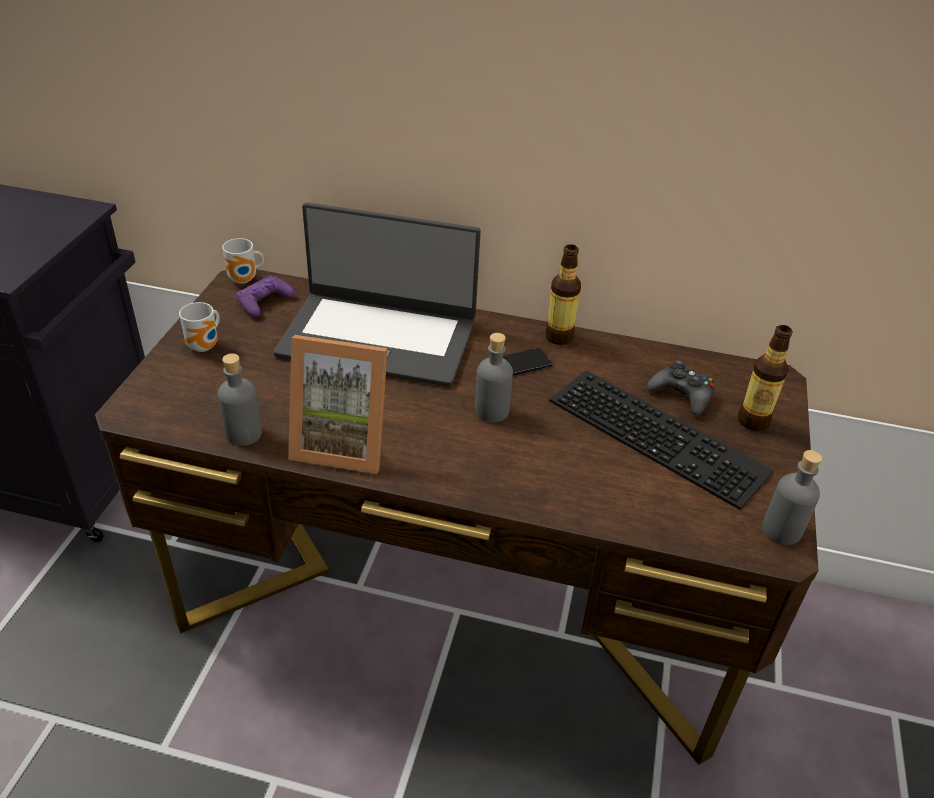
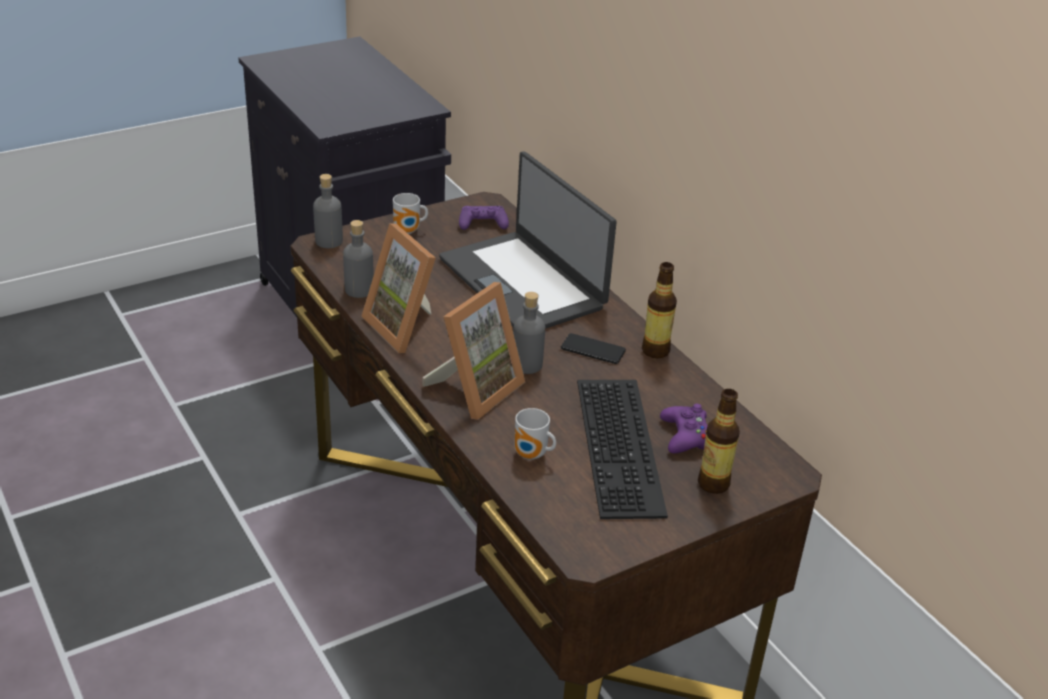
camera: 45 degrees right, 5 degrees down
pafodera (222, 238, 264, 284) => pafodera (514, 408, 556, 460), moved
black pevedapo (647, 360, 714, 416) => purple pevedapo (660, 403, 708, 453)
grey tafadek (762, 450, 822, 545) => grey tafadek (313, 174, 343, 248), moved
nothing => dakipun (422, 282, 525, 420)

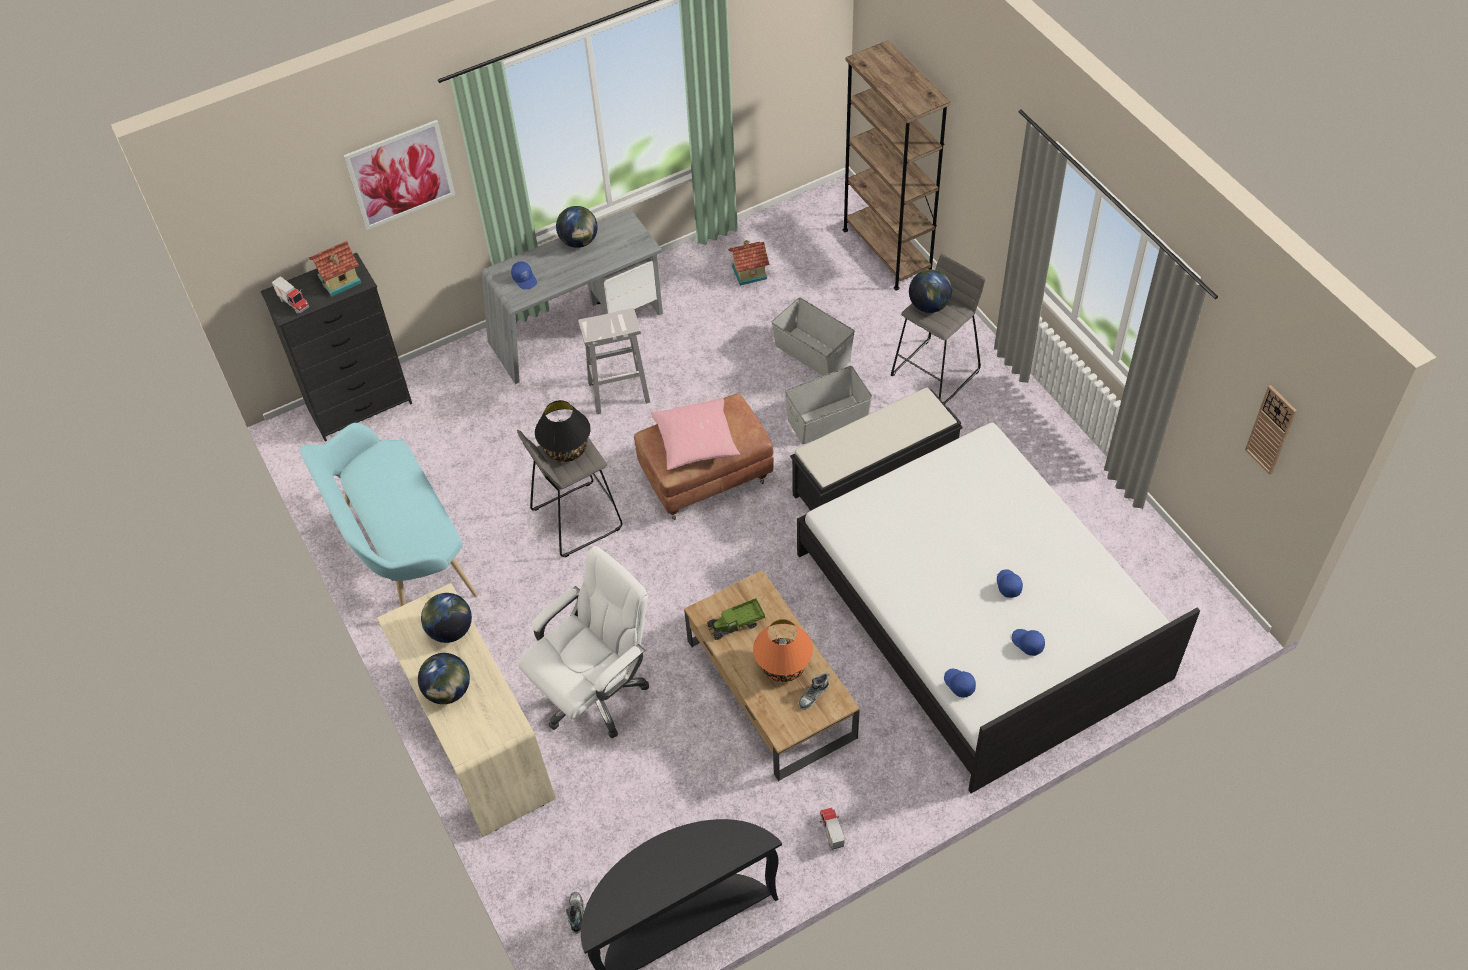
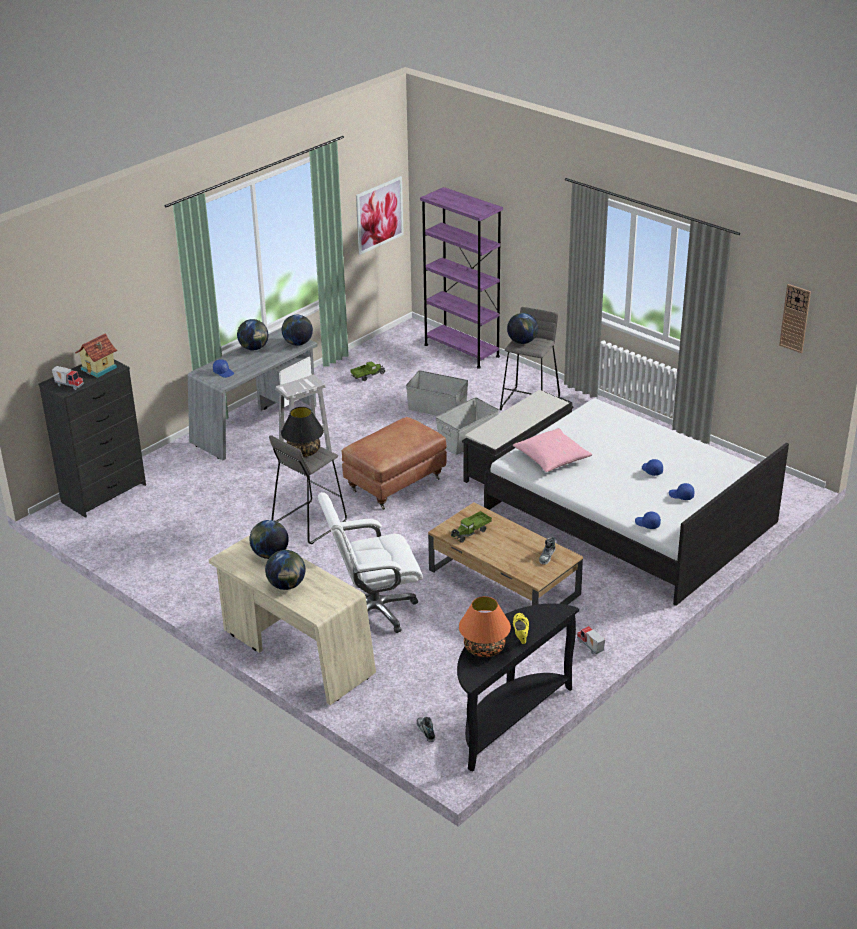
camera: 20 degrees left, 20 degrees down
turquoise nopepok (300, 423, 477, 607) => nothing
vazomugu (344, 120, 455, 230) => vazomugu (356, 176, 404, 255), moved
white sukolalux (518, 546, 649, 738) => white sukolalux (318, 492, 423, 633), 135 degrees counterclockwise
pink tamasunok (651, 398, 740, 470) => pink tamasunok (513, 428, 593, 472), moved
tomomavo (728, 240, 770, 285) => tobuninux (350, 361, 385, 381)
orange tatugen (753, 619, 813, 682) => orange tatugen (459, 596, 511, 657), moved
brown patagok (843, 40, 951, 290) => purple patagok (420, 187, 503, 369)
nothing => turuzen (282, 315, 313, 346)
nothing => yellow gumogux (513, 613, 529, 644)

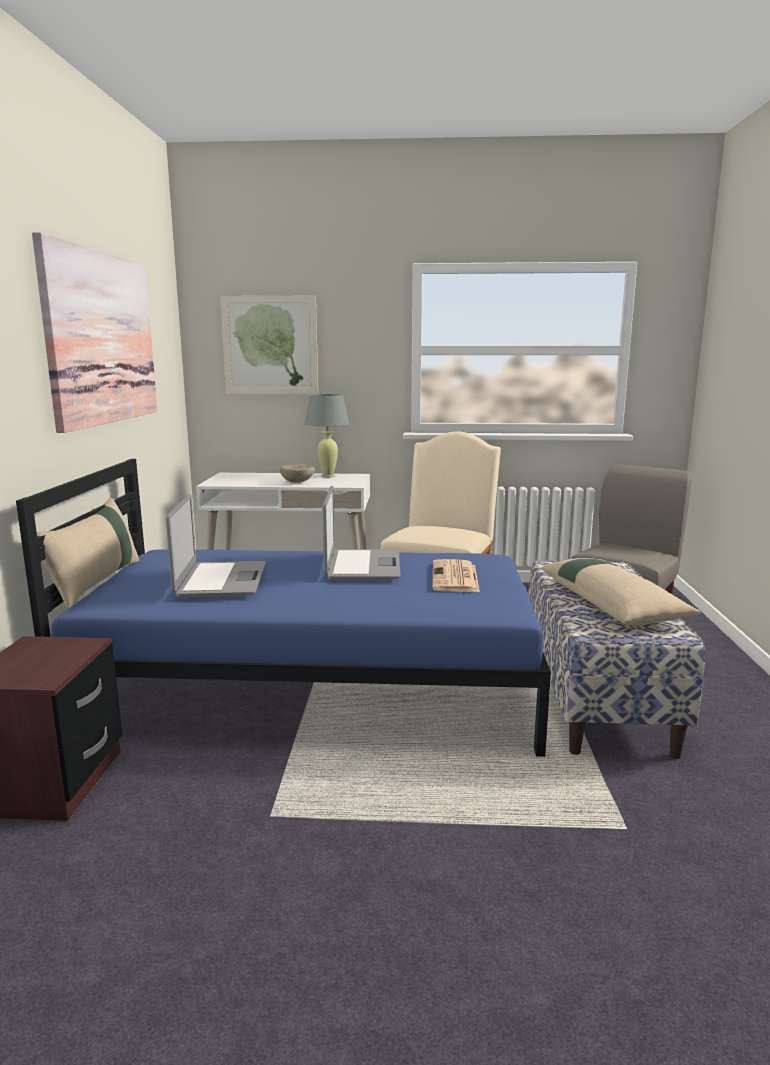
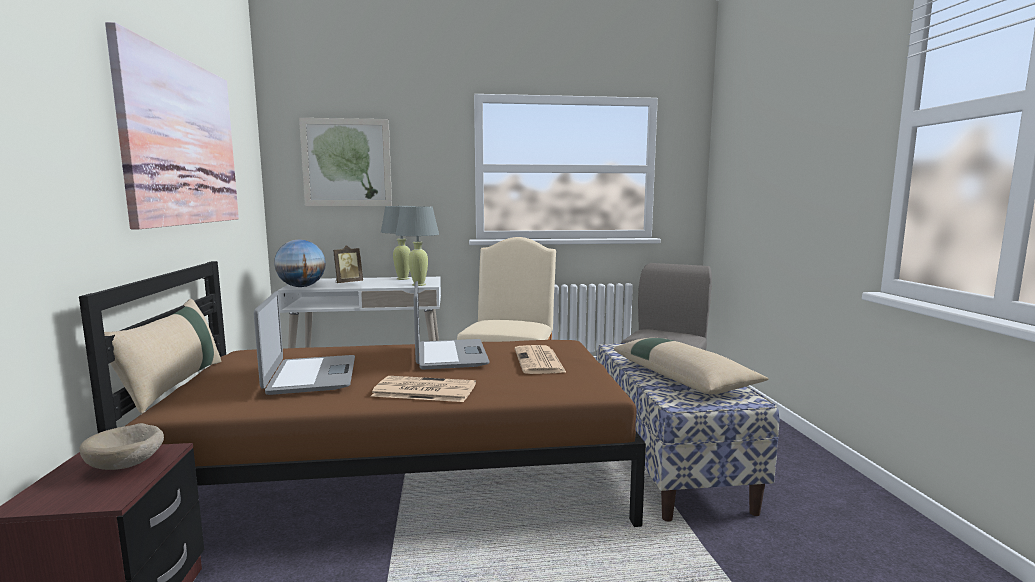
camera: 10 degrees left, 5 degrees down
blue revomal (16, 459, 551, 757) => brown revomal (79, 261, 646, 527)
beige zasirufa (279, 464, 315, 483) => beige zasirufa (79, 423, 164, 470), moved
nothing => turuzen (274, 239, 326, 287)
nothing => dakipun (333, 245, 363, 283)
nothing => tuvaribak (371, 376, 476, 402)
nothing => grey tatugen (395, 206, 439, 286)

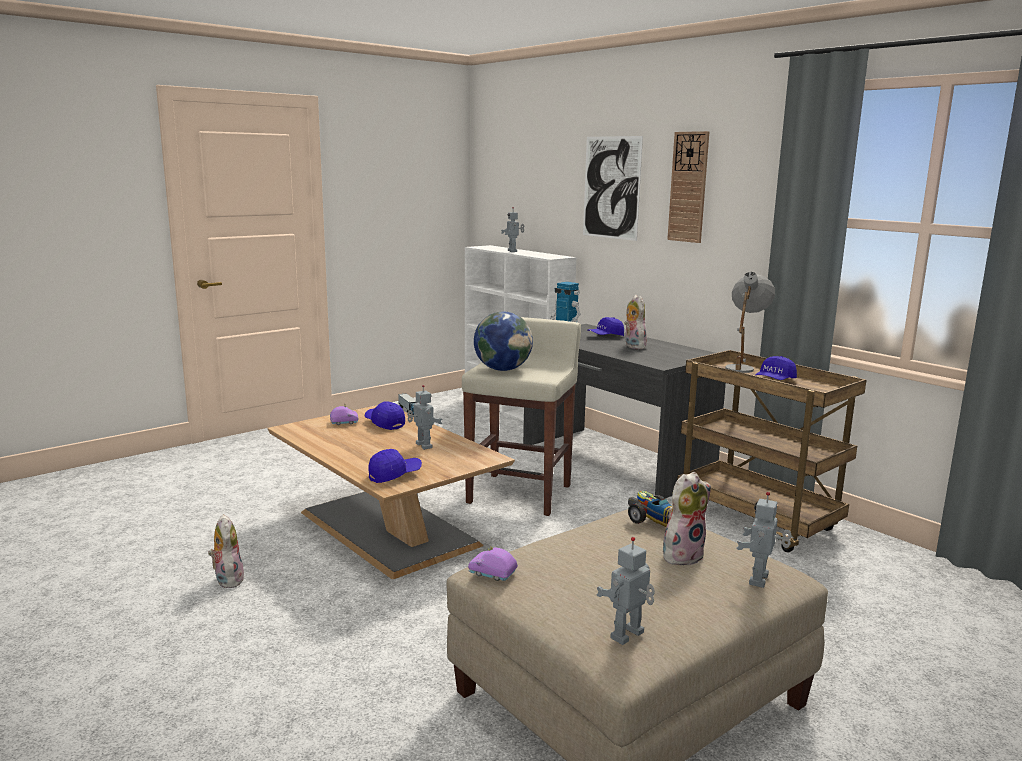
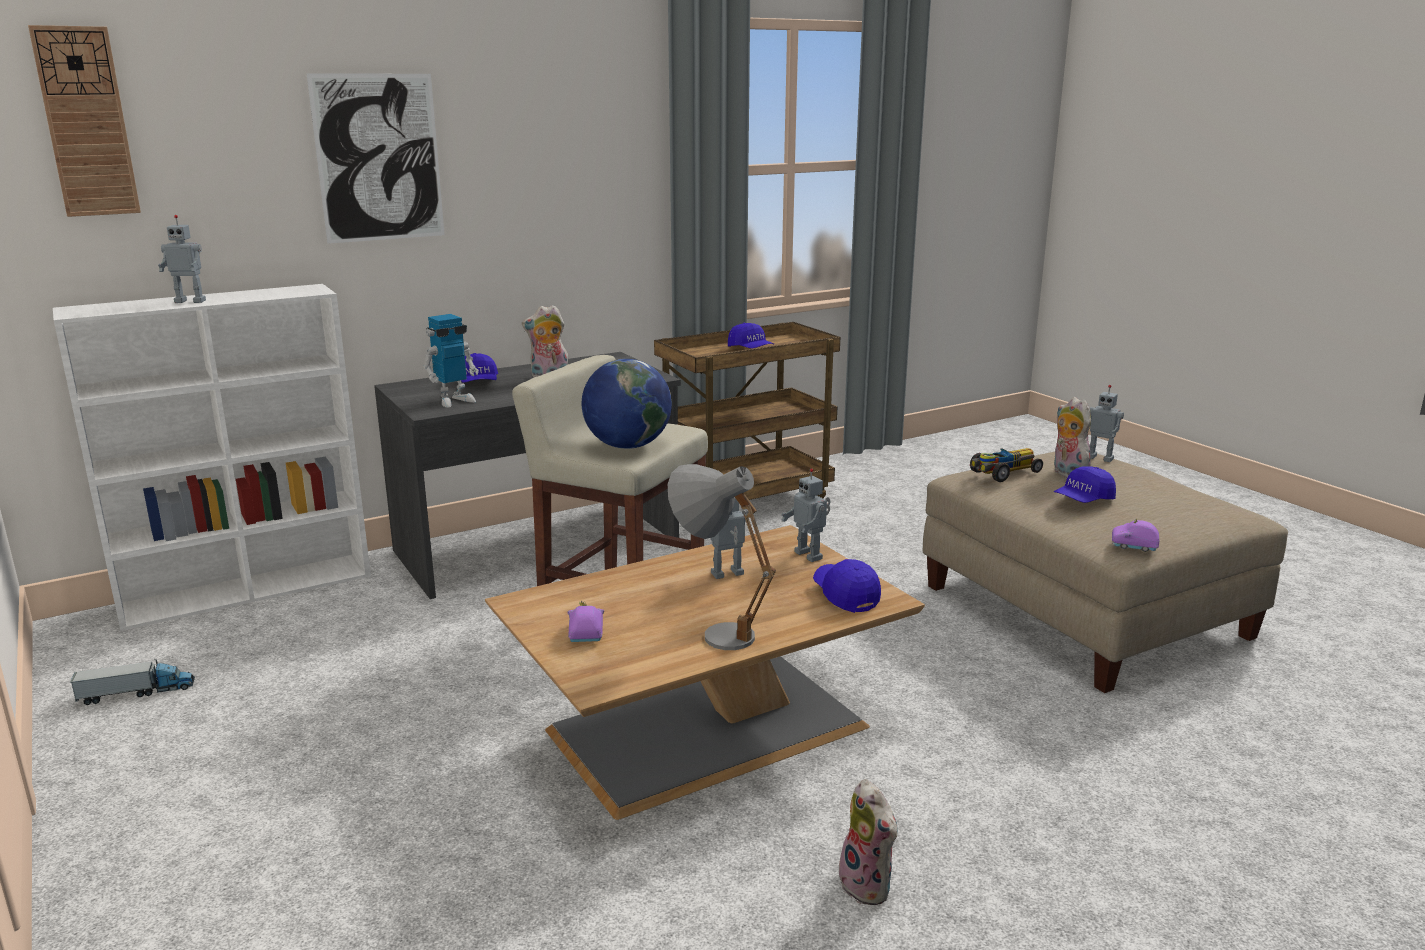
camera: 80 degrees left, 5 degrees up
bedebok (208, 514, 245, 588) => bedebok (834, 779, 898, 905), 105 degrees counterclockwise
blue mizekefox (365, 402, 405, 430) => blue mizekefox (1054, 466, 1116, 503), moved
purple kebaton (468, 547, 518, 581) => purple kebaton (1112, 518, 1159, 552), 75 degrees clockwise
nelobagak (596, 537, 655, 645) => nelobagak (781, 468, 831, 562), moved
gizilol (667, 131, 709, 243) => gizilol (28, 25, 141, 217), moved
grey tatugen (725, 272, 775, 373) => grey tatugen (668, 464, 776, 650), moved

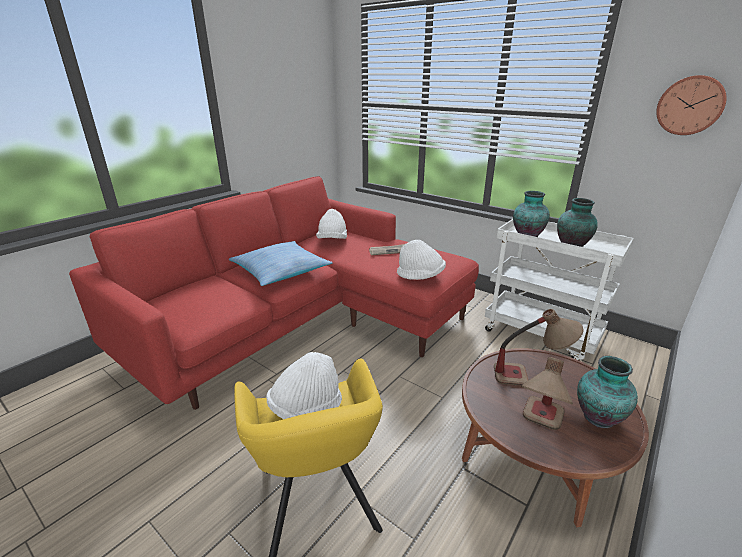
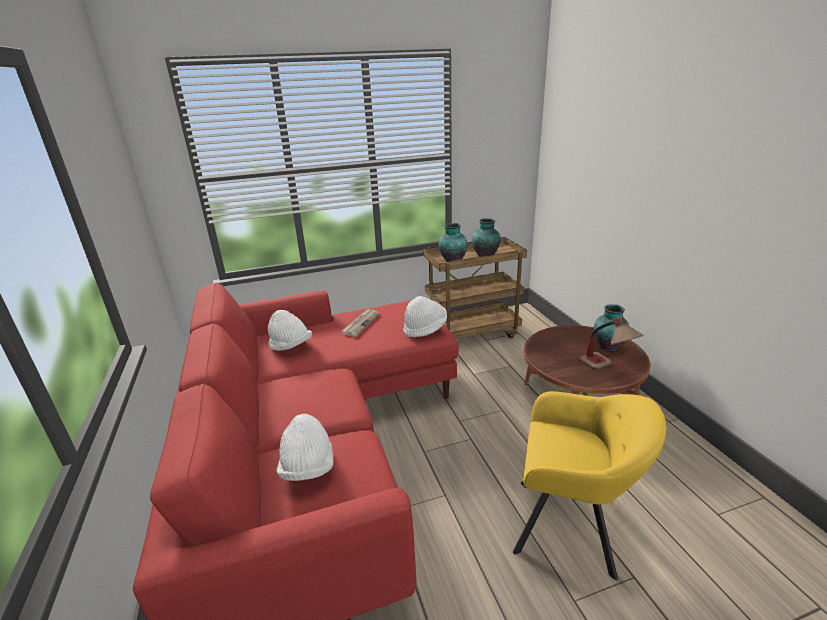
camera: 55 degrees left, 0 degrees up
tamasunok (229, 241, 333, 286) => nothing
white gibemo (266, 352, 342, 419) => white gibemo (277, 414, 333, 481), moved
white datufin (485, 219, 634, 361) => brown datufin (424, 237, 527, 339)
tatugen (494, 309, 583, 386) => nothing
gizilol (656, 75, 727, 135) => nothing

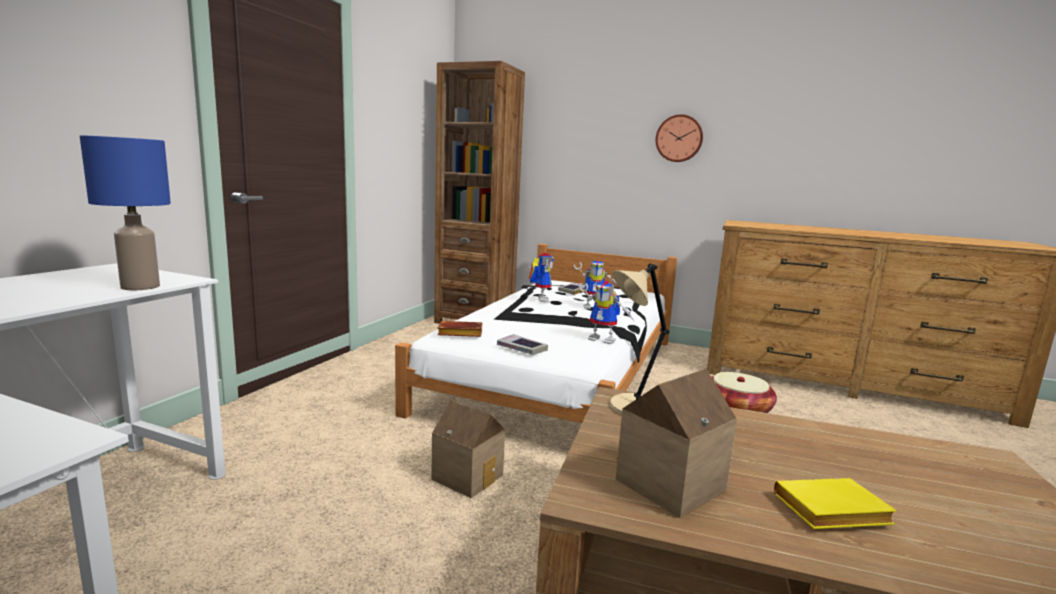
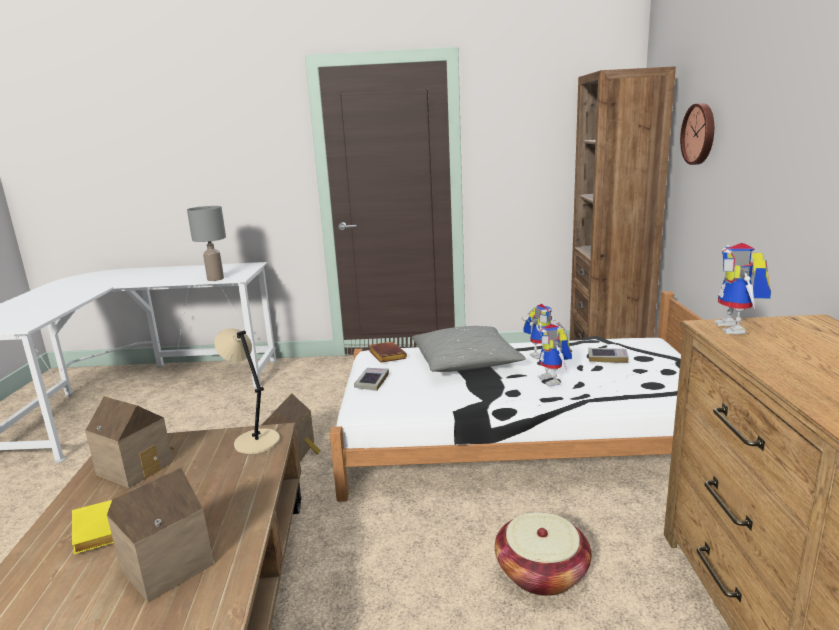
camera: 70 degrees right, 5 degrees up
blue tatugen (80, 135, 171, 290) => grey tatugen (187, 206, 226, 281)
nelobagak (579, 280, 636, 344) => nelobagak (715, 243, 771, 334), moved
gizilol (655, 114, 703, 162) => gizilol (680, 103, 714, 165), moved
nothing => tomomavo (107, 468, 214, 603)
nothing => grey tamasunok (412, 326, 526, 372)

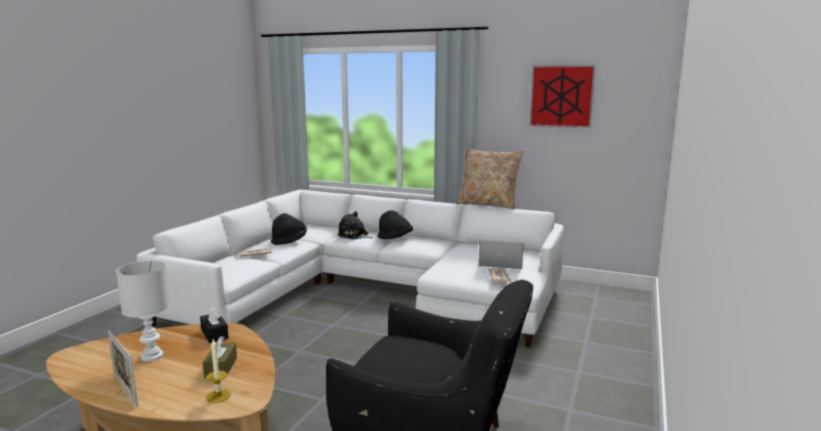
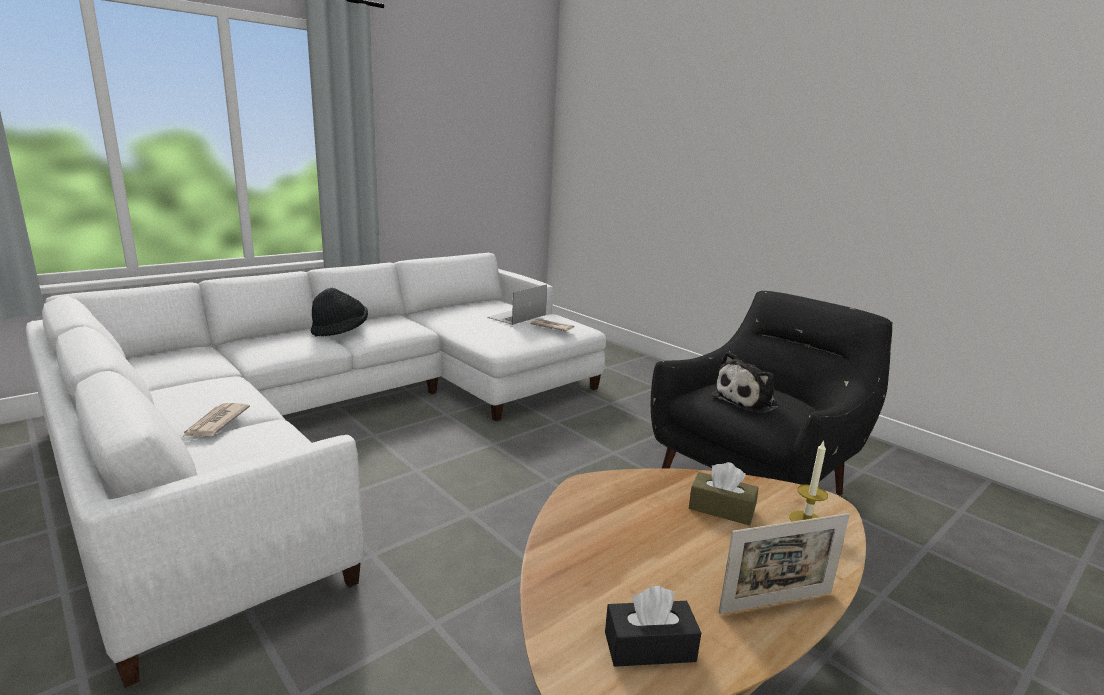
camera: 65 degrees left, 5 degrees up
white tatugen (116, 261, 170, 362) => nothing
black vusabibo (200, 306, 229, 343) => black vusabibo (605, 586, 701, 667), moved
black gibemo (271, 213, 307, 245) => nothing
bedebok (337, 211, 373, 239) => bedebok (711, 351, 779, 414), moved
beige tamasunok (456, 148, 523, 210) => nothing
vazomugu (529, 65, 595, 128) => nothing

